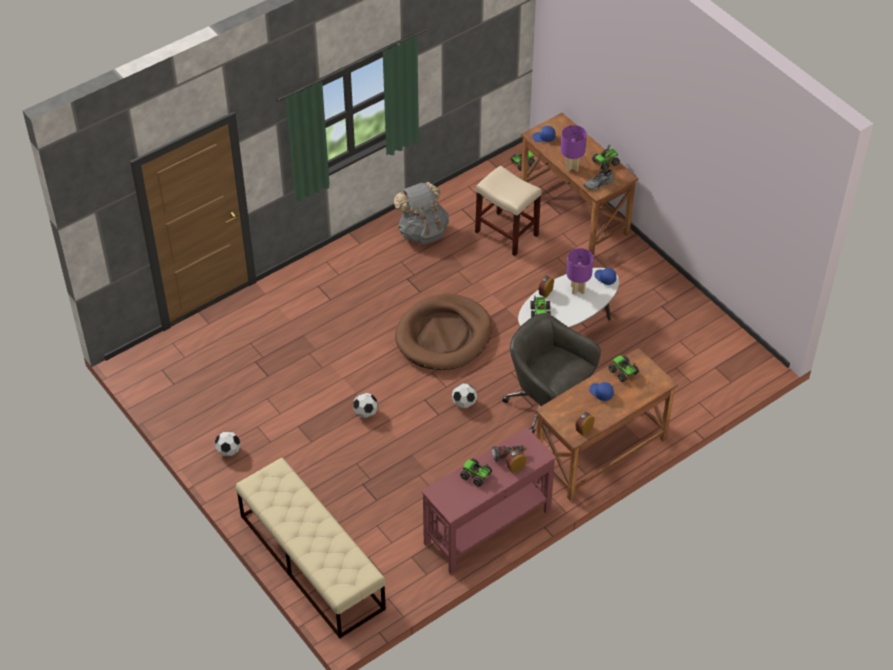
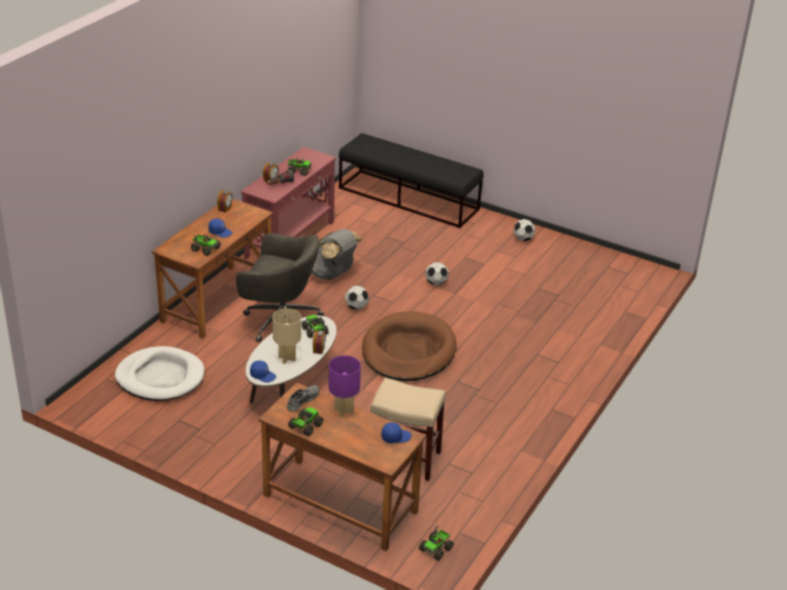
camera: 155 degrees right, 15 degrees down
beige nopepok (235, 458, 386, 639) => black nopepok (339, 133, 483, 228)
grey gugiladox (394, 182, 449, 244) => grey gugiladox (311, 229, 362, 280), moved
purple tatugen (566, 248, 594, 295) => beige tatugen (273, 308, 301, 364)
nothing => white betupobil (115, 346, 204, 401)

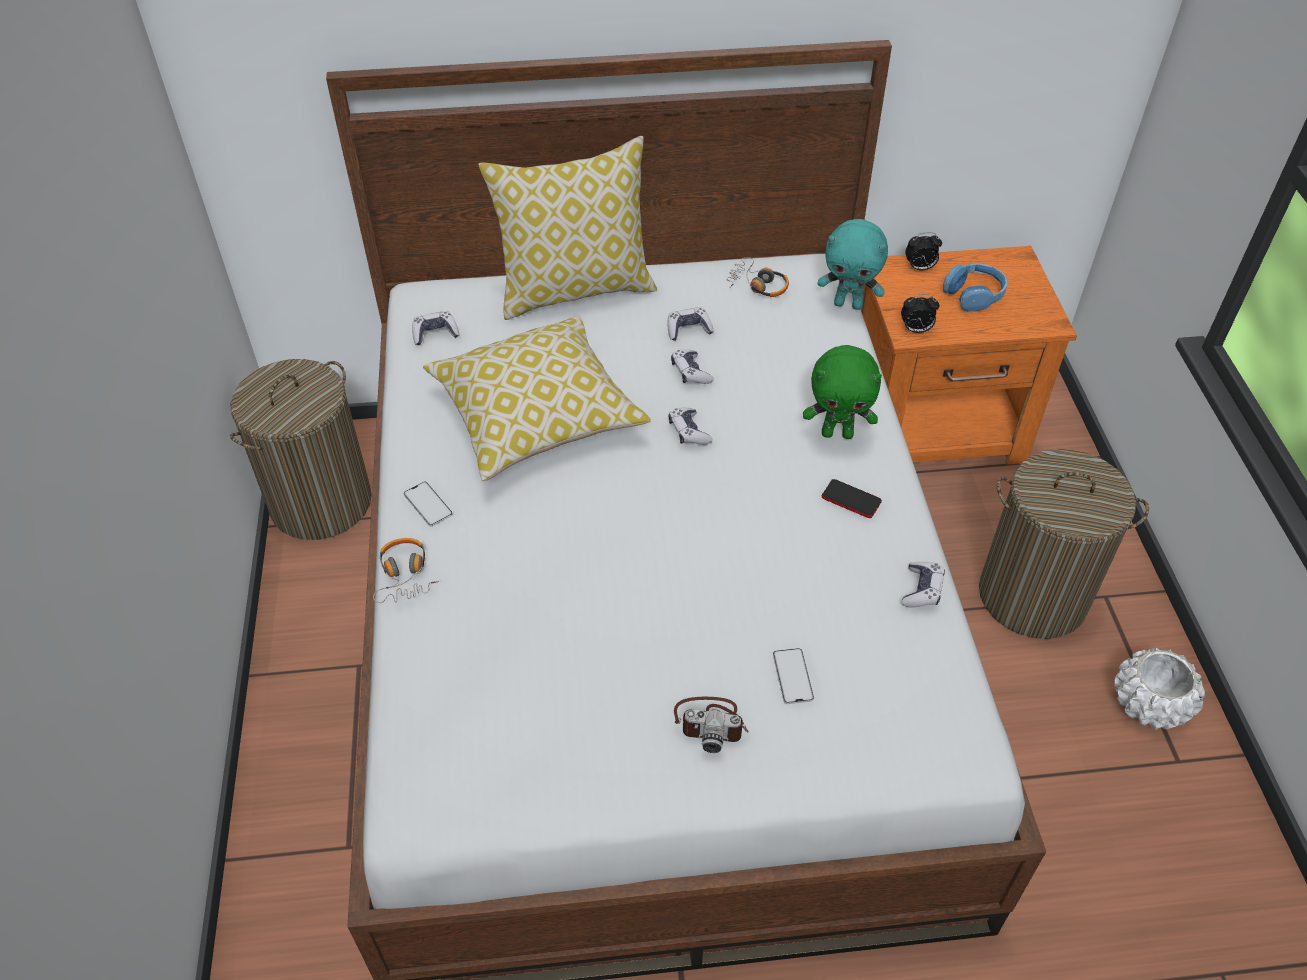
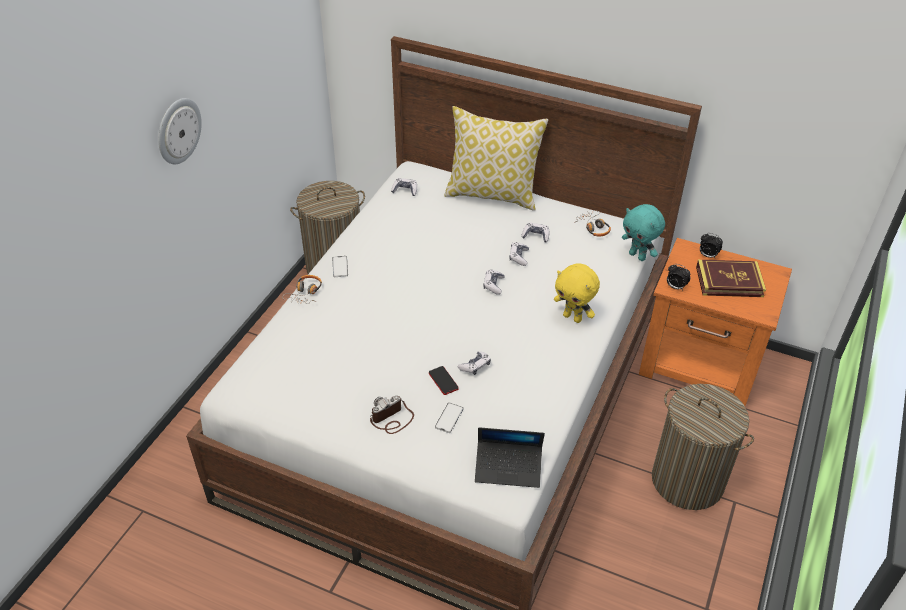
camera: 30 degrees right, 5 degrees down
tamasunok (423, 316, 651, 481) => nothing
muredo (674, 697, 748, 753) => muredo (370, 395, 414, 434), 105 degrees clockwise
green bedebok (803, 345, 882, 439) => yellow bedebok (554, 264, 600, 323)
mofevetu (822, 479, 882, 518) => mofevetu (429, 366, 459, 395), moved
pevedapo (902, 562, 945, 608) => pevedapo (458, 351, 491, 375), moved
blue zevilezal (943, 263, 1008, 312) => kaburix (696, 260, 766, 297)
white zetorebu (1114, 648, 1205, 730) => nothing
nothing => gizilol (158, 98, 202, 164)
nothing => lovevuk (475, 427, 545, 488)

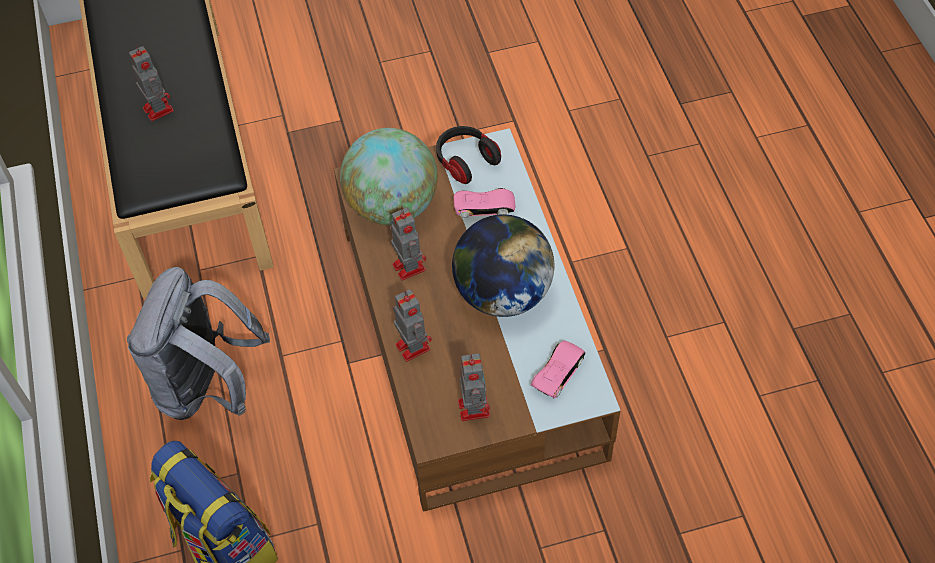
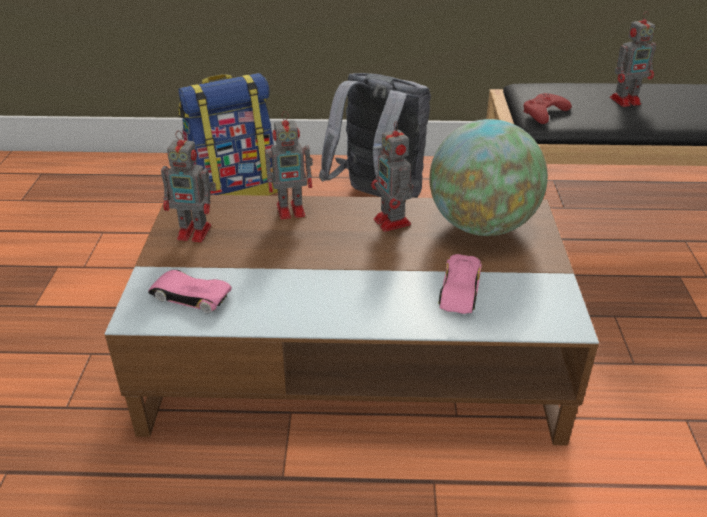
camera: 105 degrees right, 20 degrees down
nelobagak (390, 208, 426, 281) => nelobagak (371, 121, 413, 232), 75 degrees clockwise
zevilezal (436, 126, 501, 184) => nothing
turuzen (452, 214, 554, 317) => nothing
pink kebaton (531, 341, 585, 398) => pink kebaton (148, 270, 232, 313), 150 degrees clockwise
nothing => red pevedapo (523, 93, 572, 124)

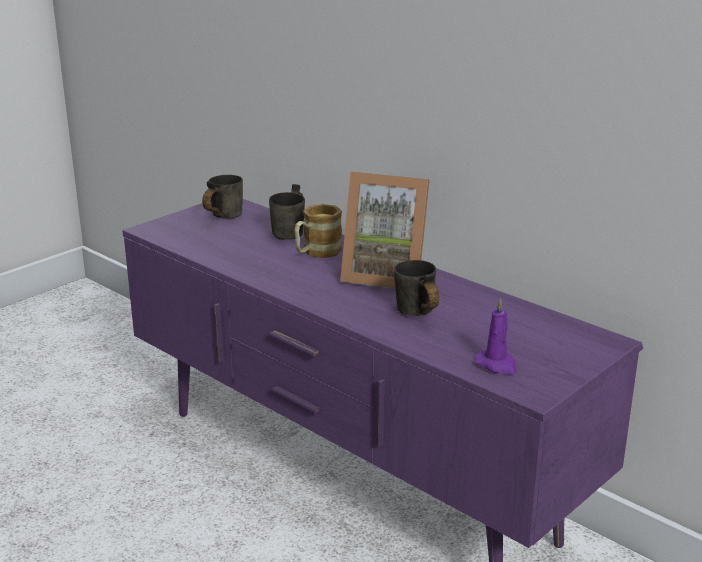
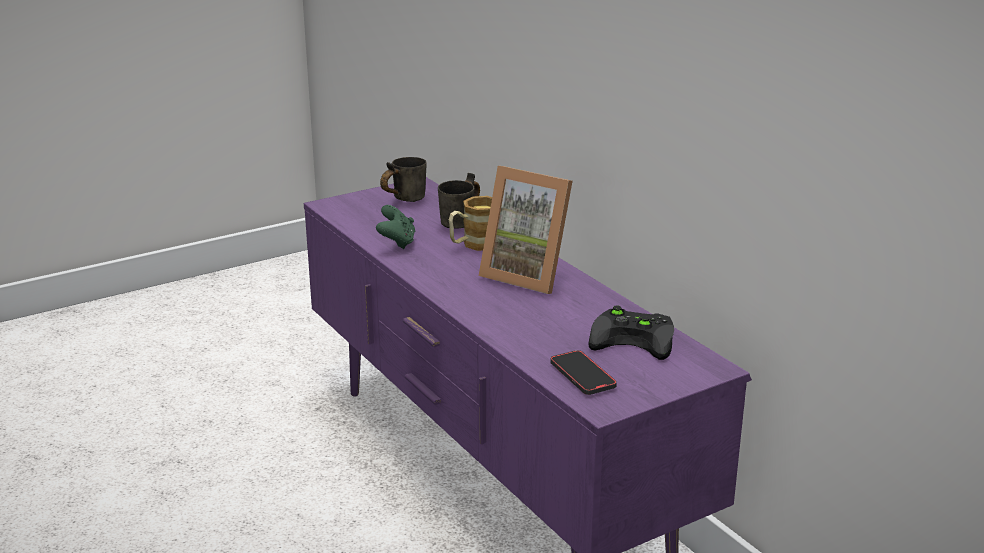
camera: 15 degrees right, 0 degrees up
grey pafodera (394, 260, 439, 316) => nothing
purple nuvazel (475, 298, 517, 375) => mofevetu (550, 350, 617, 395)
nothing => green pevedapo (376, 205, 416, 249)
nothing => black pevedapo (588, 305, 674, 360)

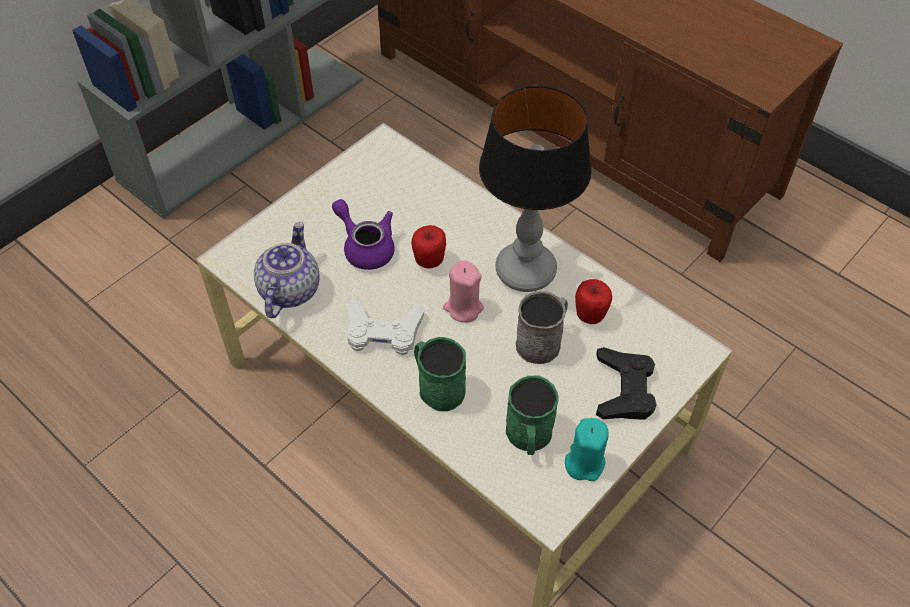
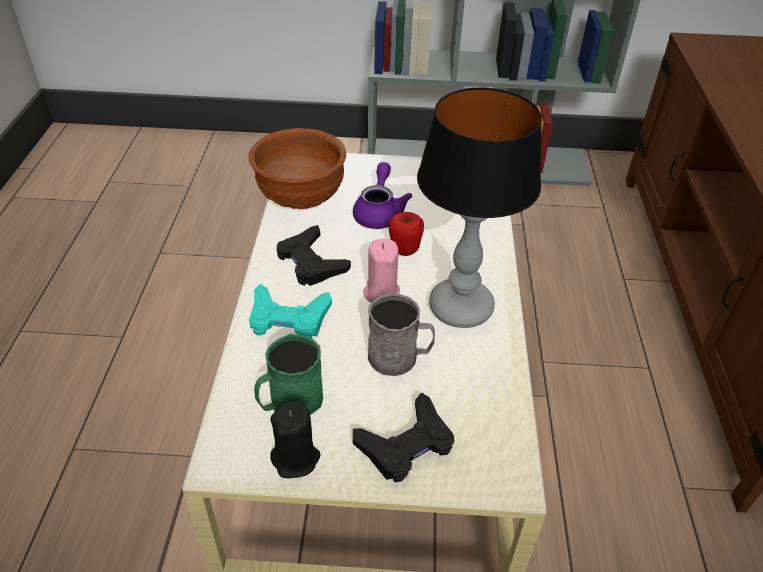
camera: 50 degrees right, 10 degrees down
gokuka (254, 222, 320, 318) => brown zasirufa (248, 128, 346, 209)
white pevedapo (347, 298, 424, 355) => black pevedapo (277, 225, 351, 286)
green pafodera (414, 337, 466, 411) => turquoise pevedapo (249, 284, 332, 338)
turquoise nuvazel (565, 418, 609, 481) => black nuvazel (270, 401, 321, 478)
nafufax (575, 279, 612, 324) => nothing

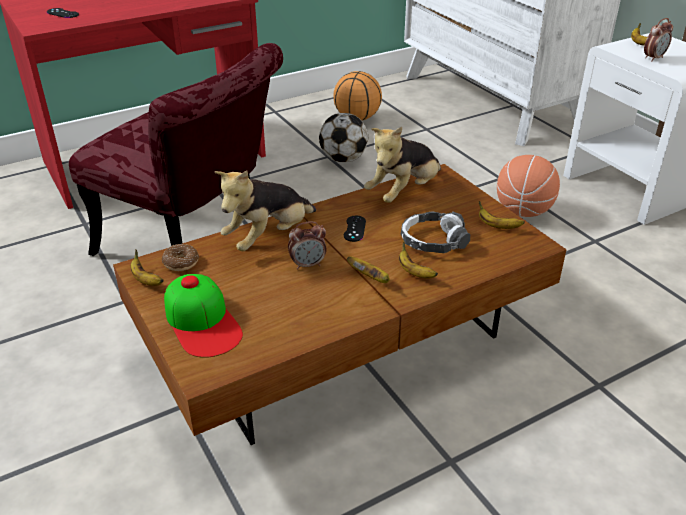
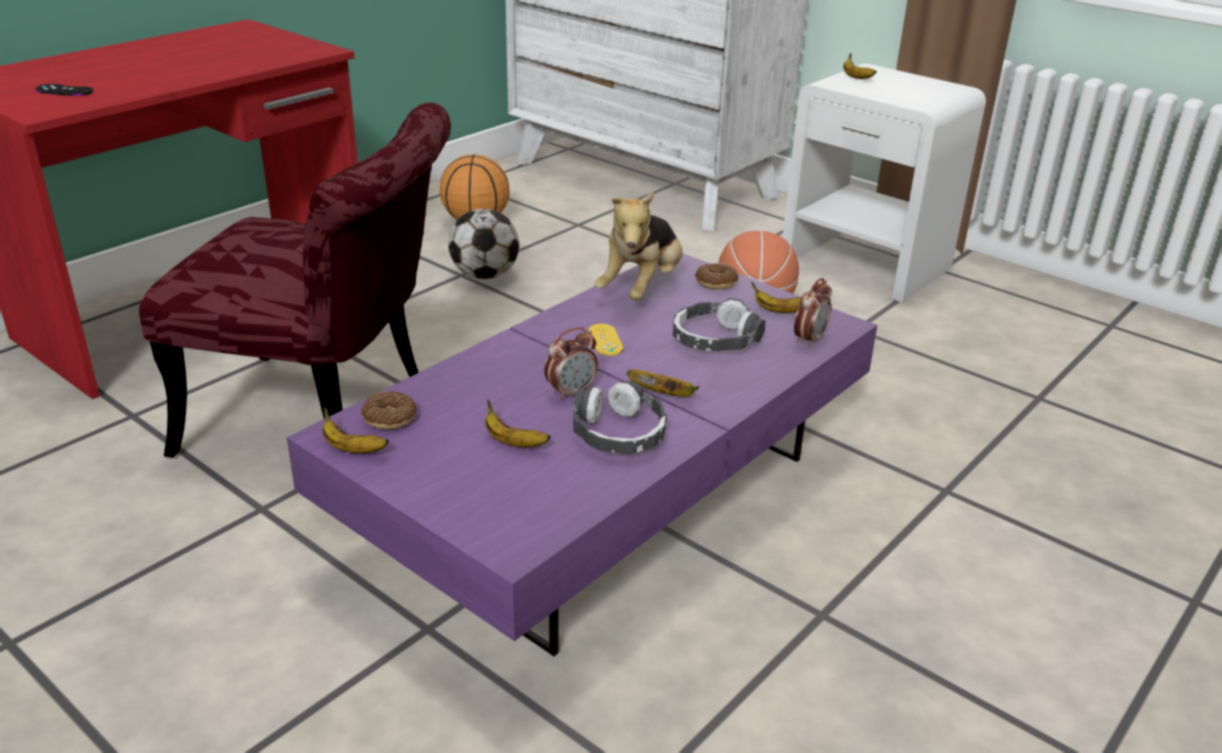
camera: 20 degrees left, 5 degrees down
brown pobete (113, 164, 567, 445) => purple pobete (287, 253, 877, 656)
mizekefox (164, 274, 243, 358) => nothing
bedebok (215, 171, 316, 251) => nothing
black pevedapo (344, 216, 366, 242) => yellow pevedapo (588, 324, 623, 356)
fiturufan (399, 241, 438, 278) => fiturufan (485, 400, 551, 447), moved
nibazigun (644, 18, 673, 61) => nibazigun (794, 278, 832, 347), moved
nothing => zevilezal (573, 381, 667, 455)
nothing => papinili (695, 263, 739, 290)

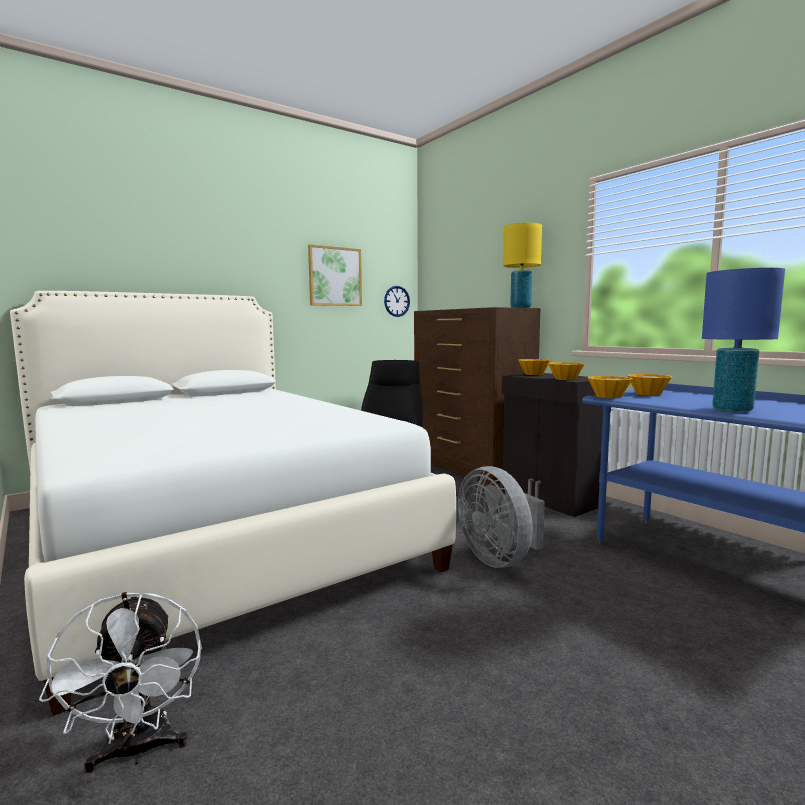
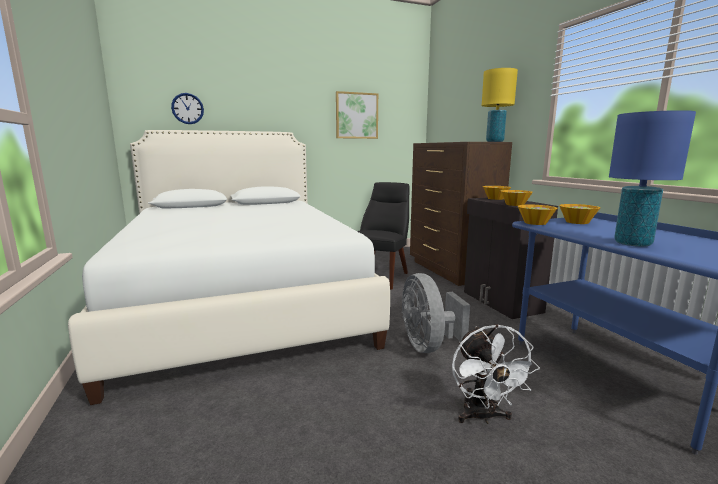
camera: 15 degrees right, 5 degrees up
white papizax (39, 592, 201, 773) => white papizax (452, 324, 540, 424), moved
gizilol (384, 286, 410, 317) => gizilol (171, 93, 204, 124), moved

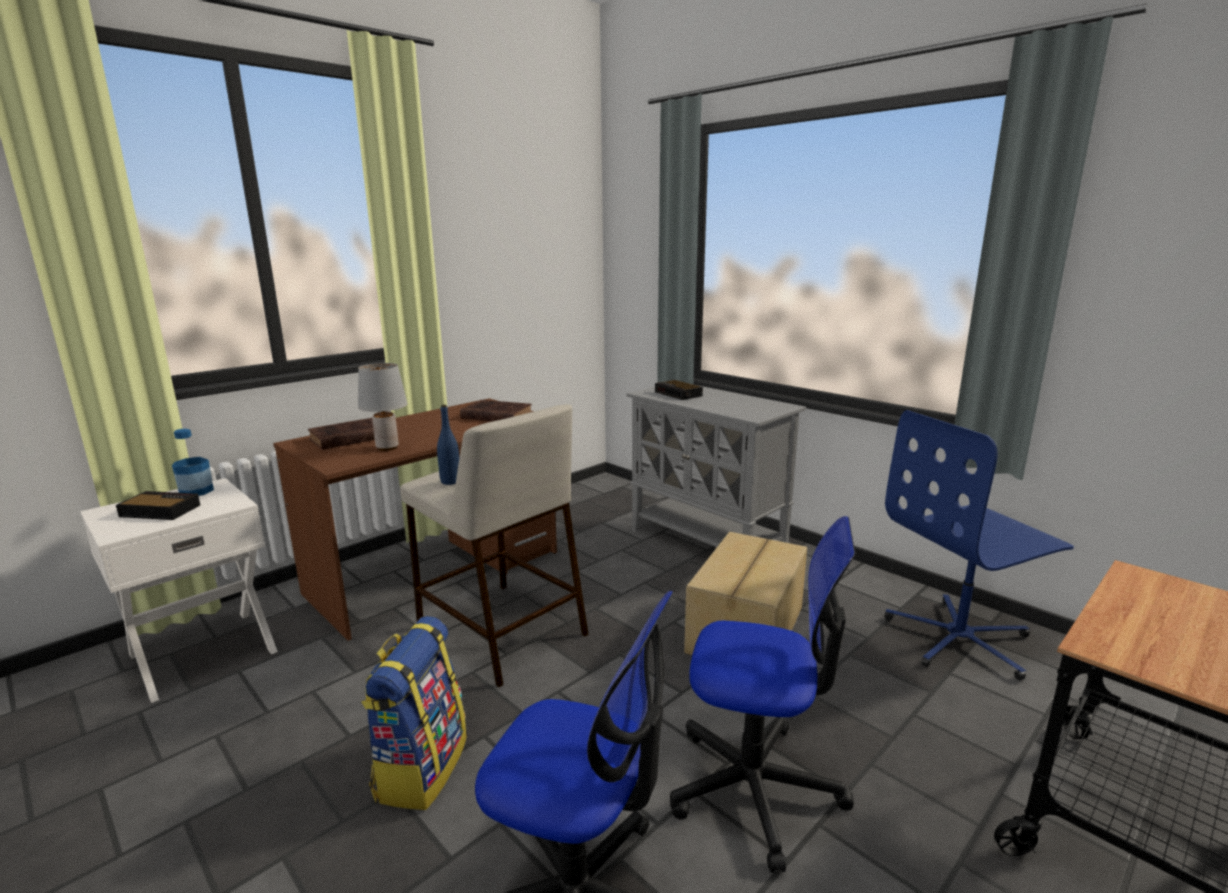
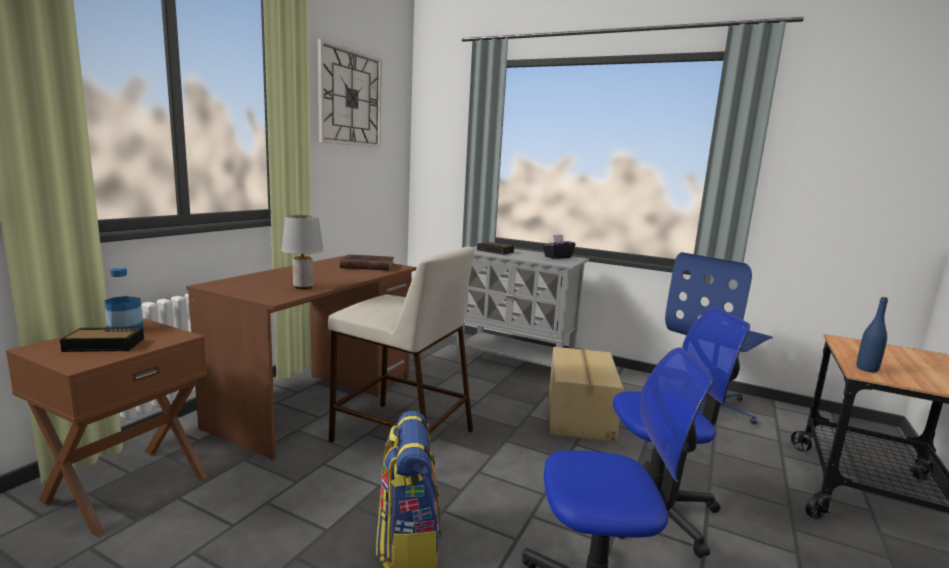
camera: 20 degrees left, 5 degrees down
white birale (80, 478, 278, 703) => brown birale (6, 318, 208, 538)
brown kaburix (308, 418, 375, 450) => nothing
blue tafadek (437, 405, 459, 485) => blue tafadek (856, 297, 888, 373), moved
nothing => gizilol (318, 39, 382, 148)
nothing => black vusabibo (543, 235, 576, 259)

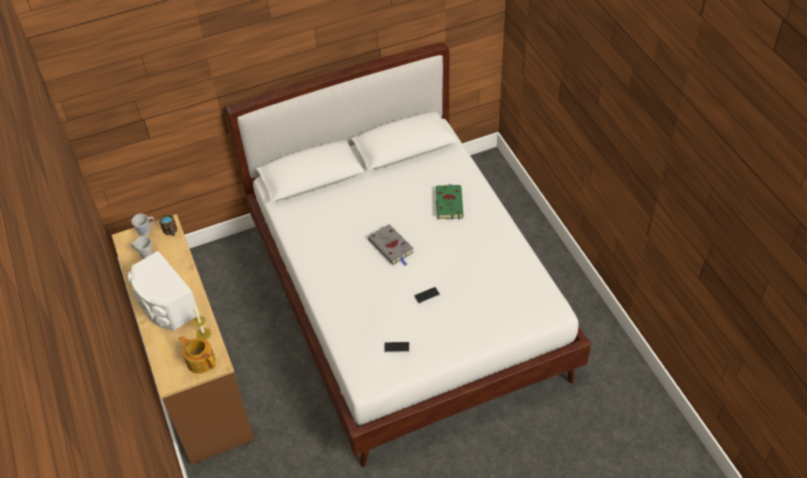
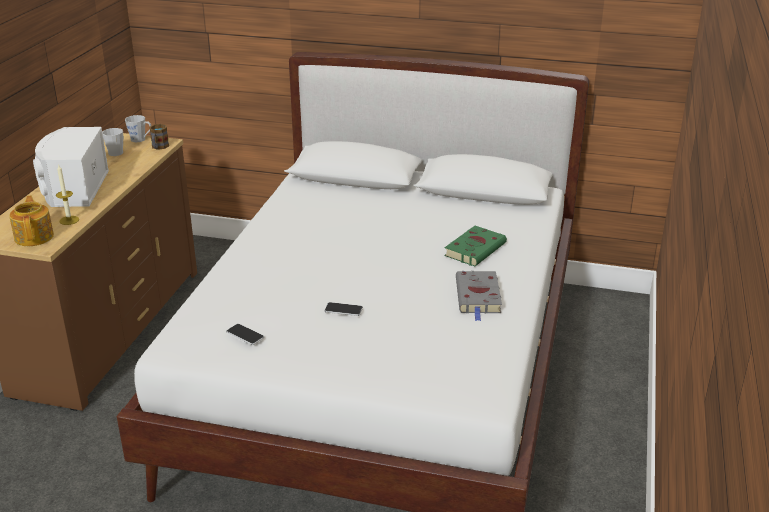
camera: 35 degrees right, 20 degrees down
grey kaburix (368, 224, 414, 266) => grey kaburix (456, 271, 502, 321), moved

